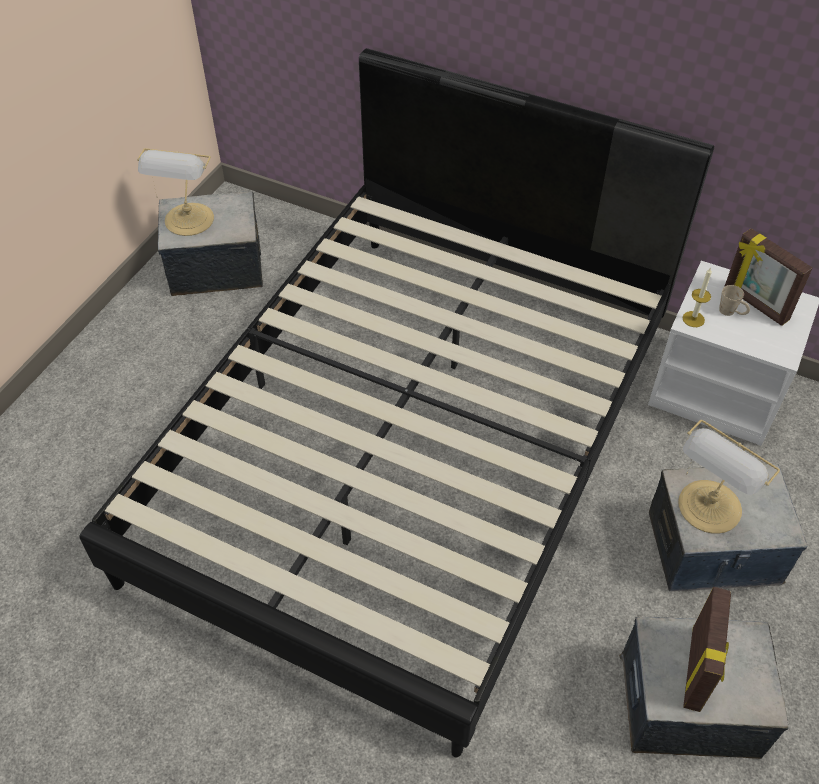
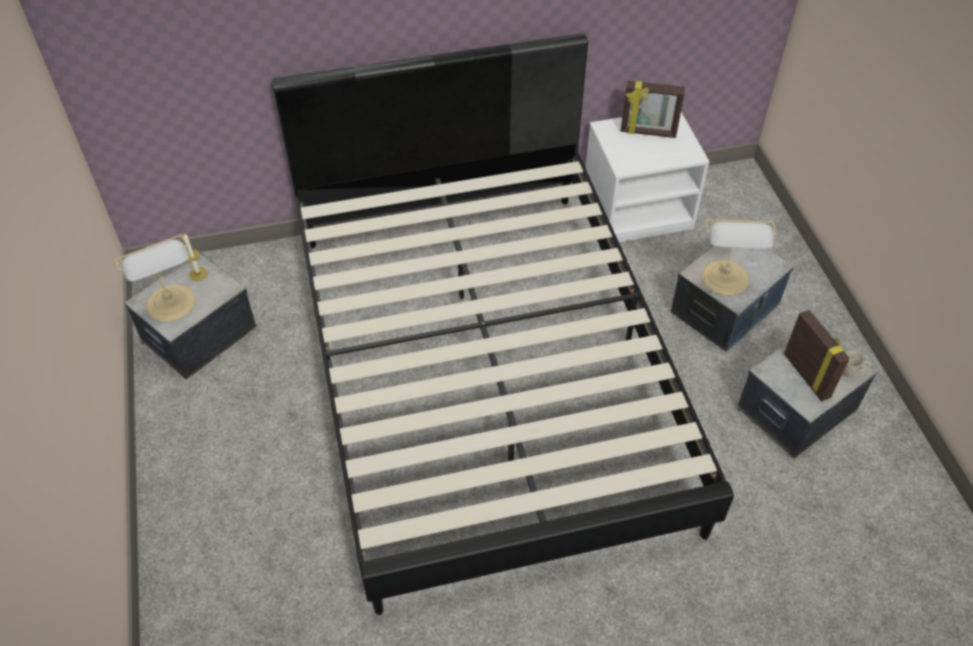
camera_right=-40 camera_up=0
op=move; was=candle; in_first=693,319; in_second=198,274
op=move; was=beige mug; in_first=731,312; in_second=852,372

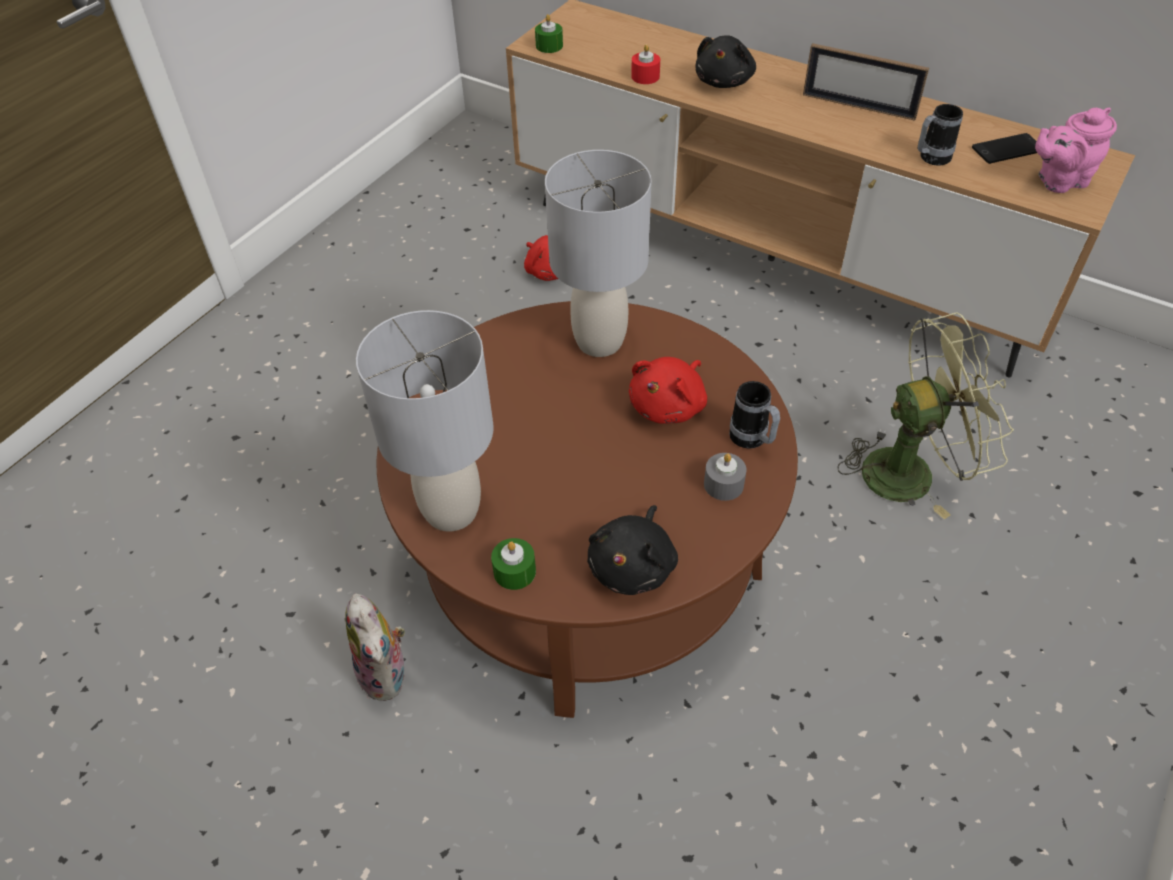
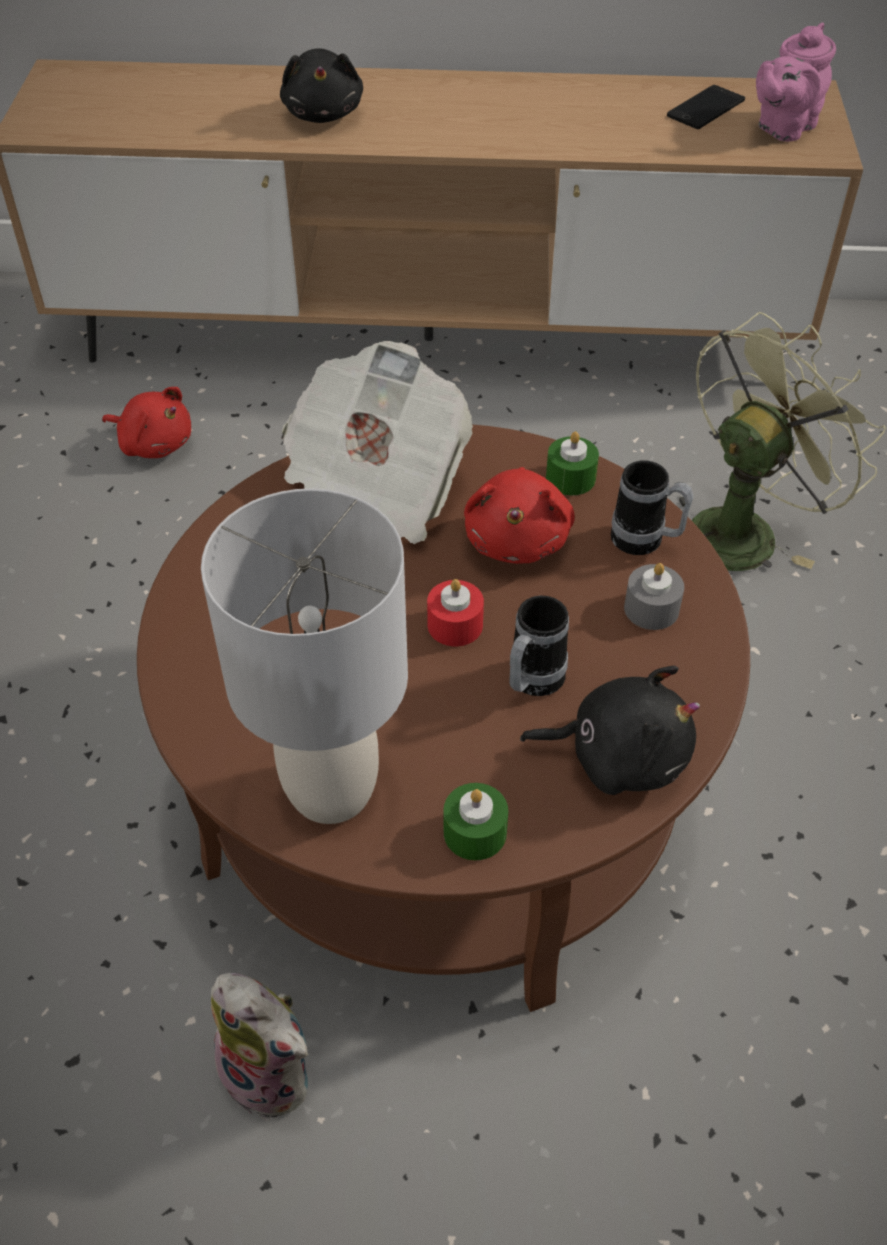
camera_right=-30 camera_up=0
op=move; was=green candle; in_first=549,46; in_second=570,478
op=replace; was=grey table lamp; now=newspaper; in_first=599,342; in_second=371,492
op=rotate; was=black plush toy; in_first=633,566; in_second=618,755; clockwise=-75
op=move; was=red candle; in_first=645,76; in_second=455,625
op=delete; was=picture frame; in_first=858,106
op=move; was=mug; in_first=930,159; in_second=531,683

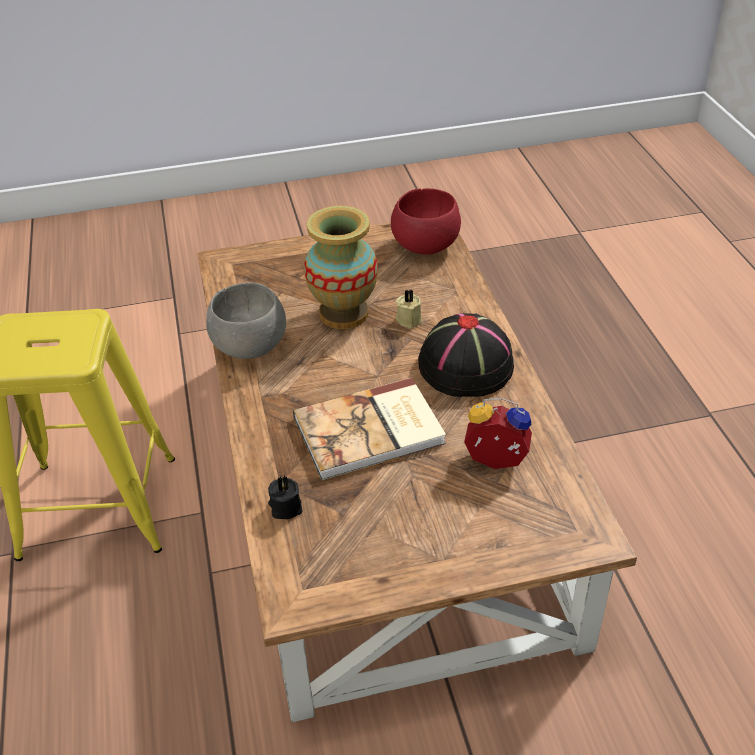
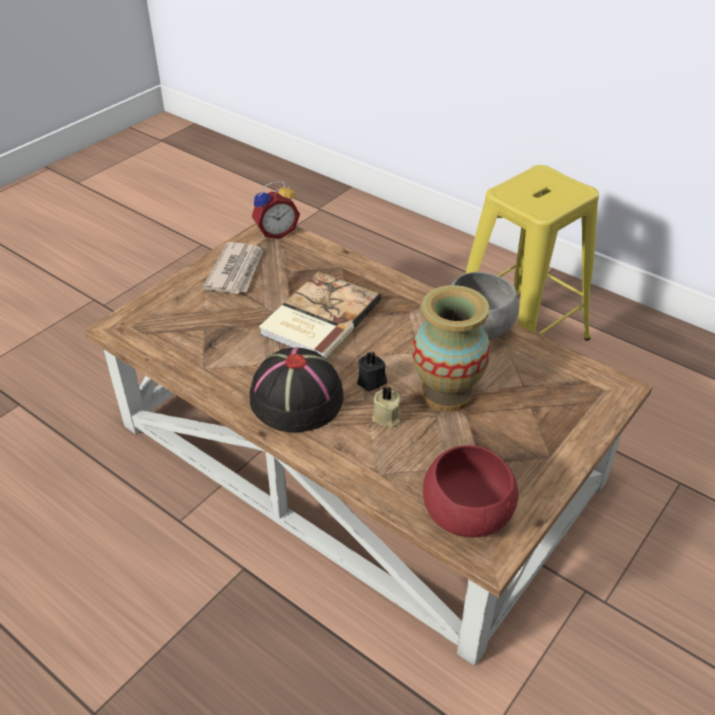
camera_right=140 camera_up=0
op=move; was=black candle; in_first=285,507; in_second=372,381
op=move; was=alarm clock; in_first=495,463; in_second=276,232
op=insert; now=newspaper; in_second=236,271

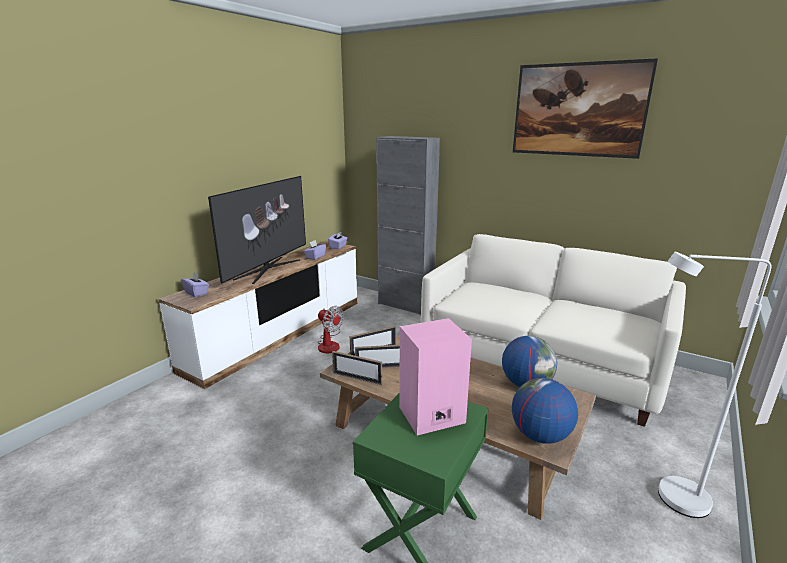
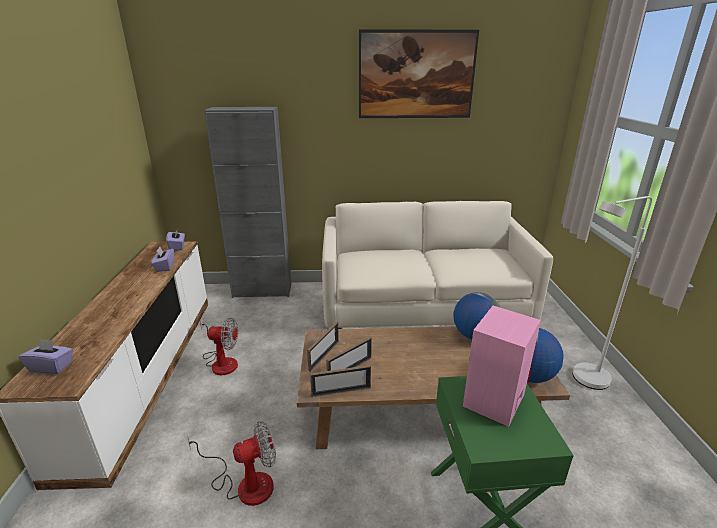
camera_right=-35 camera_up=5
op=delete; was=television; in_first=268,269
op=insert; now=fan; in_second=245,483

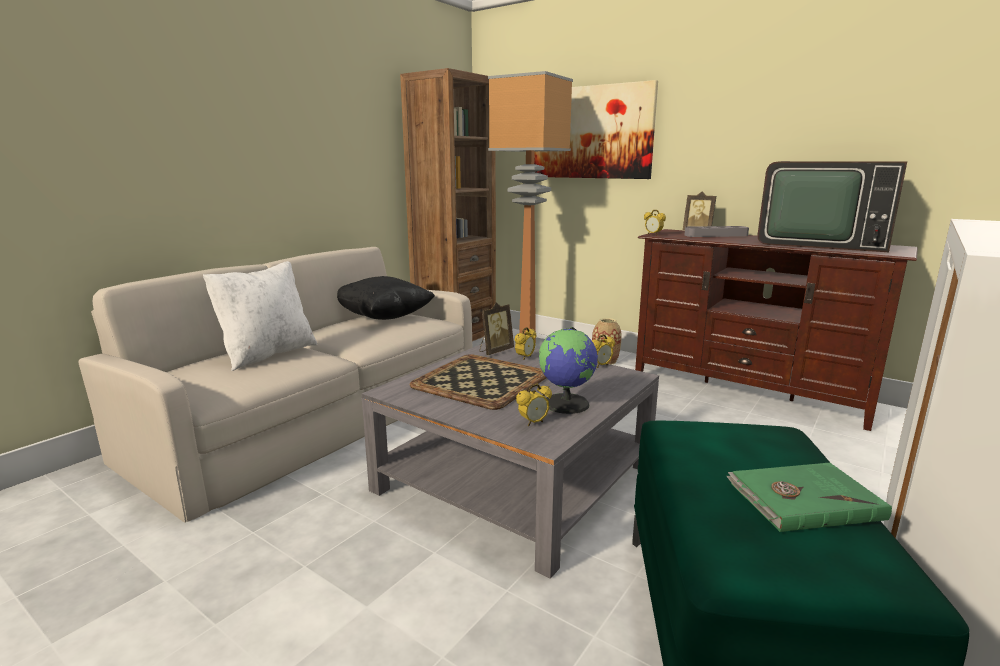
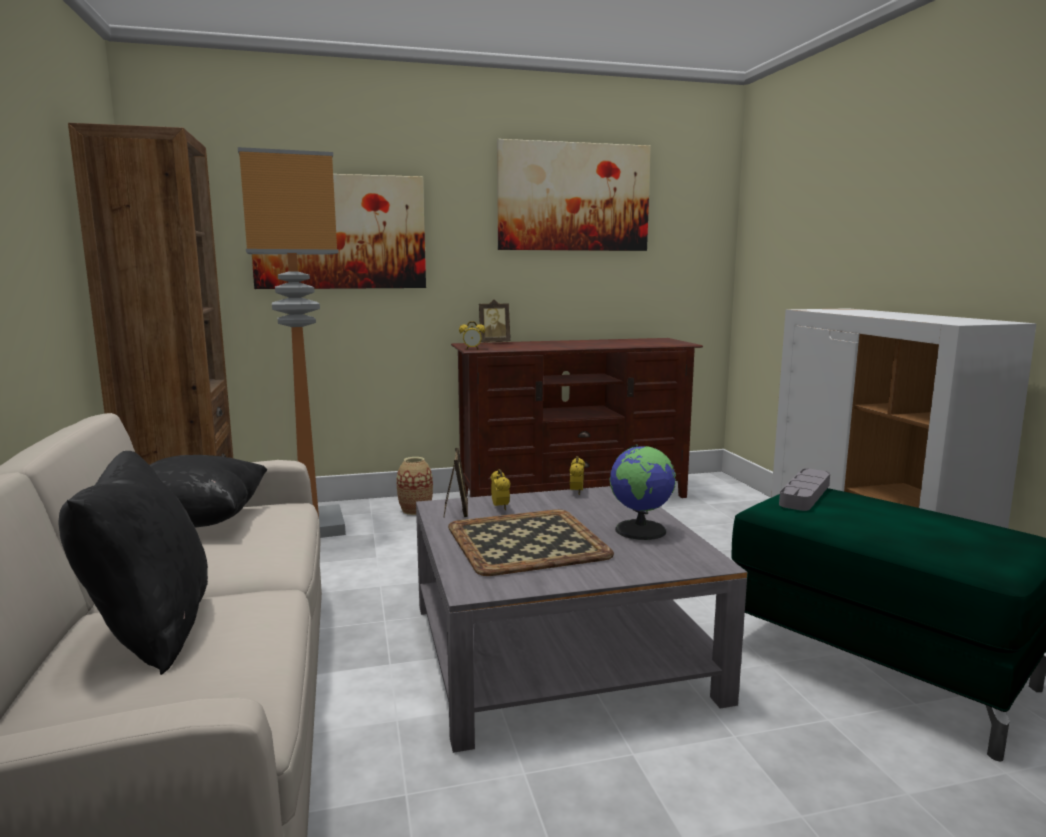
camera_right=-50 camera_up=-5
op=recolor; was=white pillow; now=black pillow; in_first=267,354; in_second=150,630
op=delete; was=alarm clock; in_first=533,423
op=move; was=grey tray; in_first=716,235; in_second=805,494
op=delete; was=green book; in_first=802,500
op=delete; was=television; in_first=818,244
op=insert; now=picture; in_second=573,197

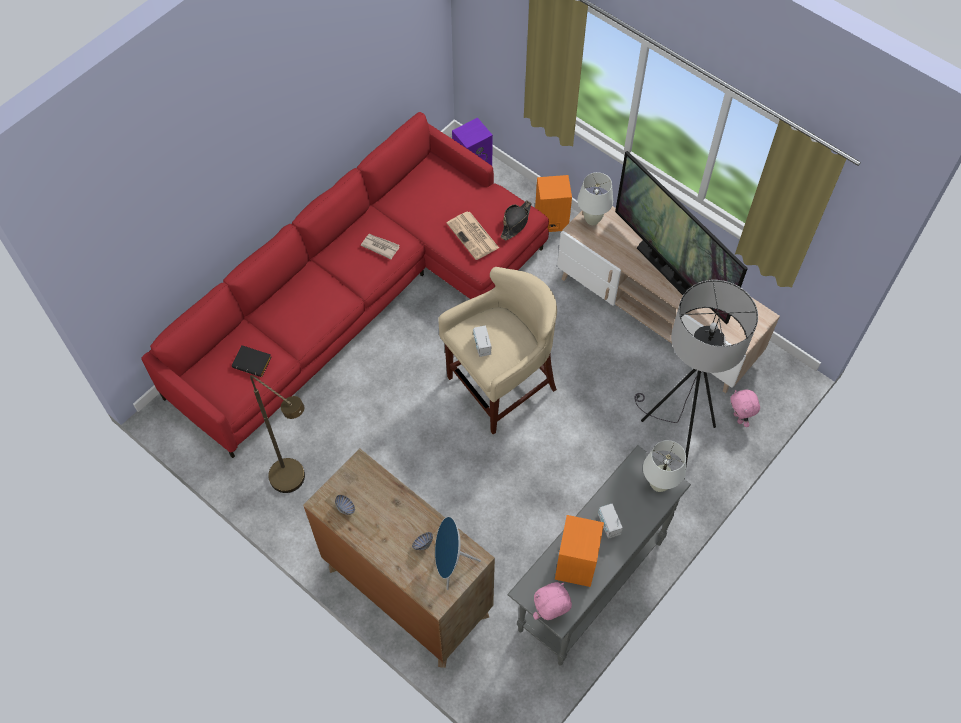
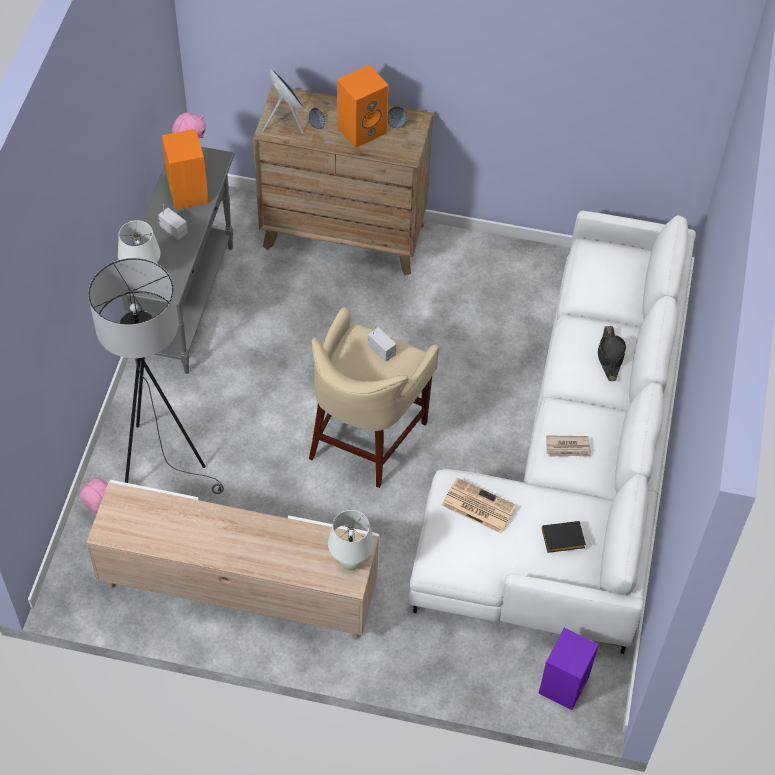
camera_right=150 camera_up=-5
op=recolor; was=red sofa; now=white sofa; in_first=360,297; in_second=573,463
op=move; was=black book; in_first=253,362; in_second=562,540
op=delete; was=brown floor lamp; in_first=295,481
op=move; was=black hat; in_first=516,222; in_second=610,356
op=move; was=orange speaker; in_first=550,221; in_second=362,129
op=delete; was=television; in_first=670,271

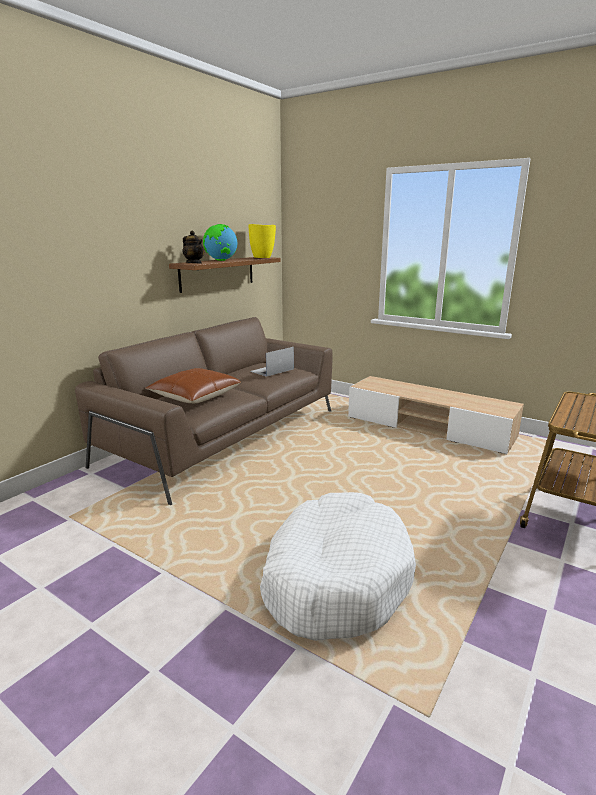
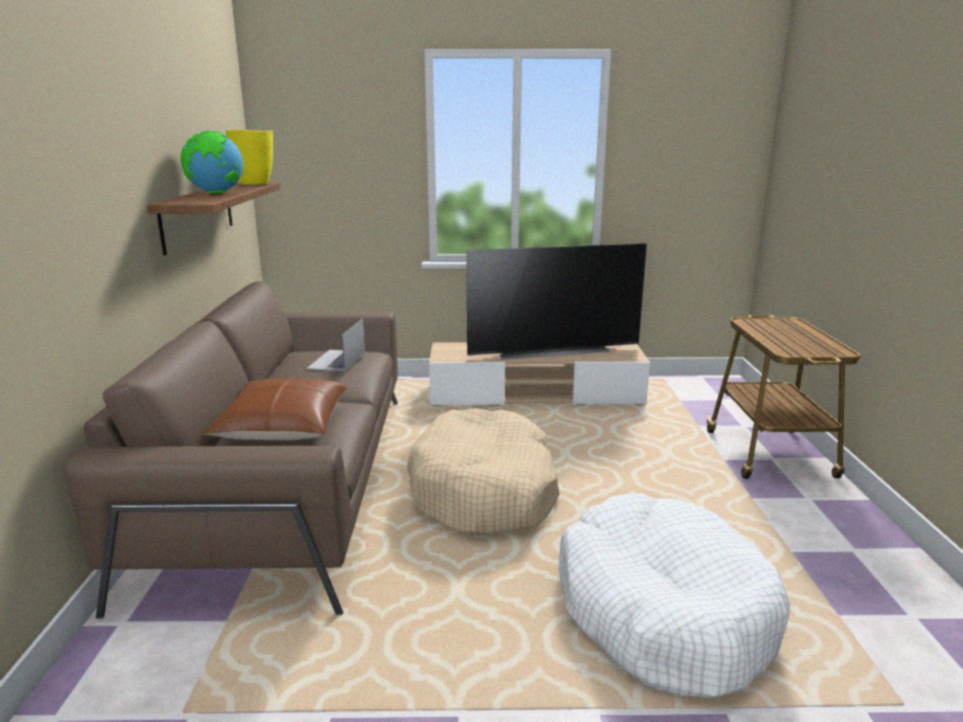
camera_right=-35 camera_up=0
op=delete; was=teapot; in_first=194,263
op=insert; now=beige dog bed; in_second=485,491
op=insert; now=television; in_second=552,351

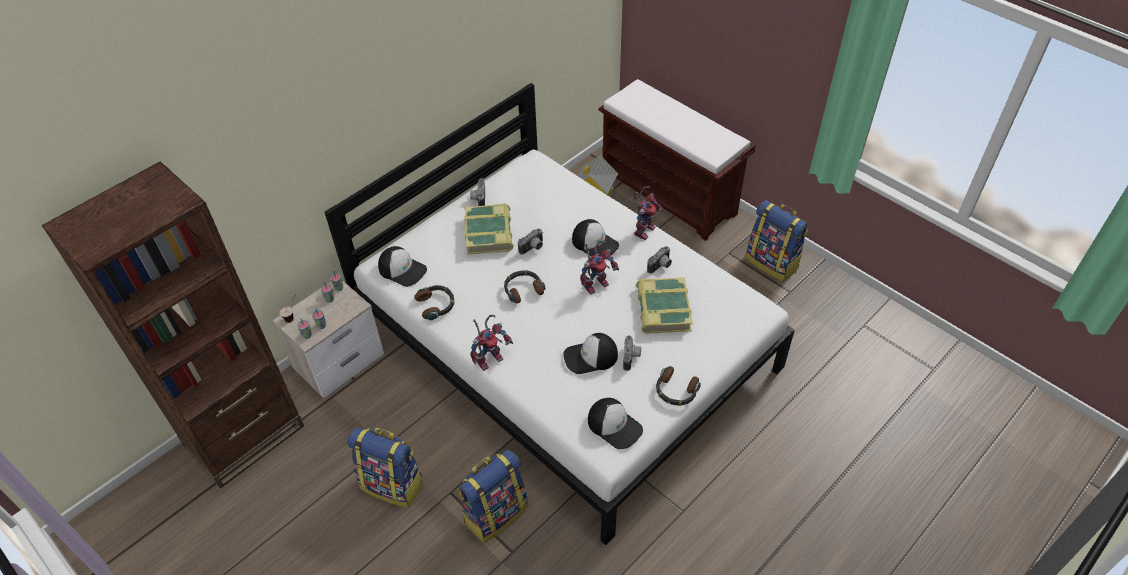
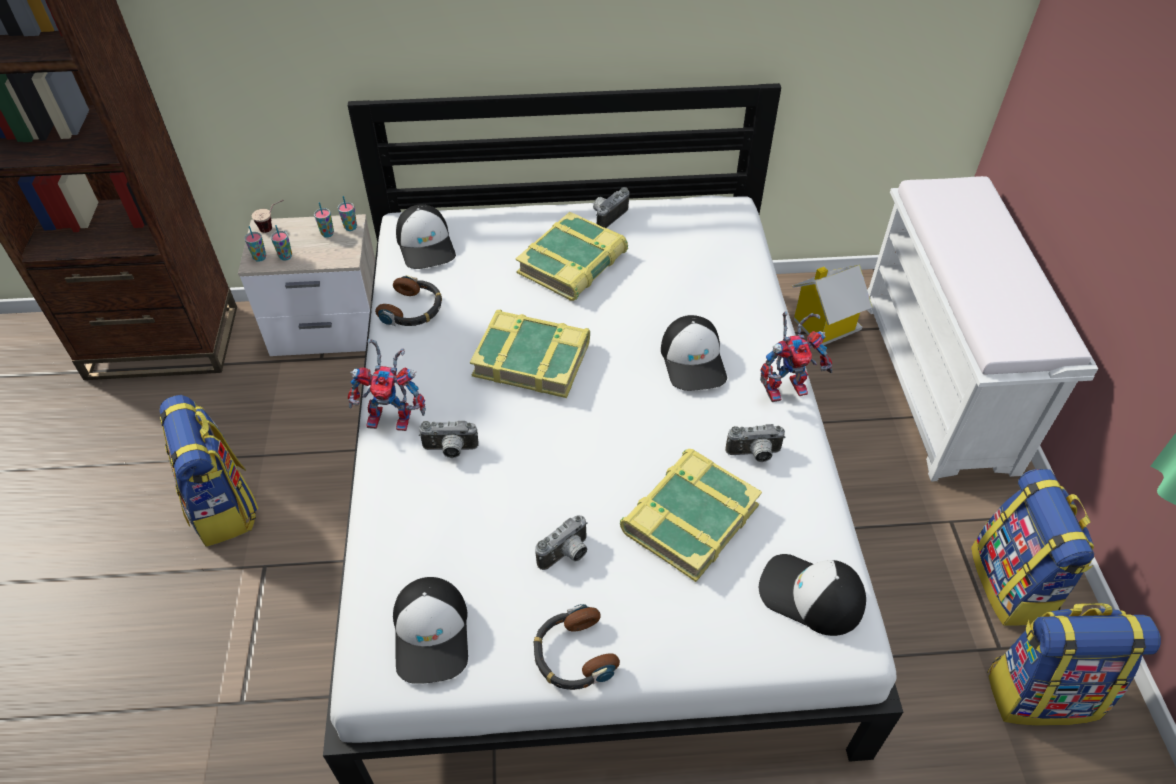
camera_right=40 camera_up=0
op=move; was=backpack; in_first=495,513; in_second=1042,692
op=replace; was=headphones; now=book; in_first=523,289; in_second=532,358
op=move; was=photo camera; in_first=533,248; in_second=450,450
op=move; was=cap; in_first=590,357; in_second=810,595
op=delete; was=toy robot; in_first=596,283
op=recolor; was=brown bench; now=white bench; in_first=669,194; in_second=938,384

